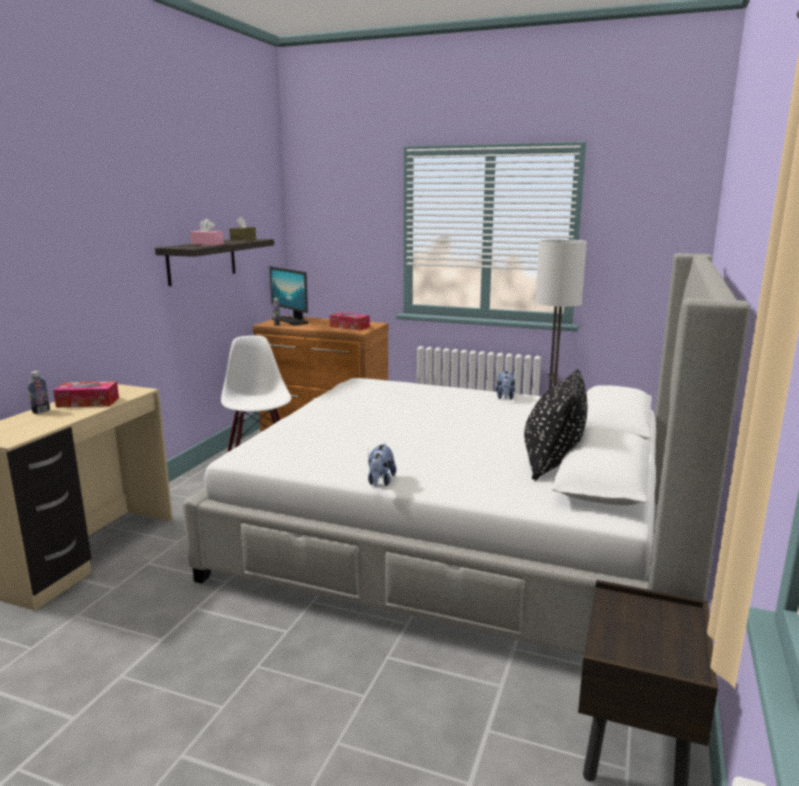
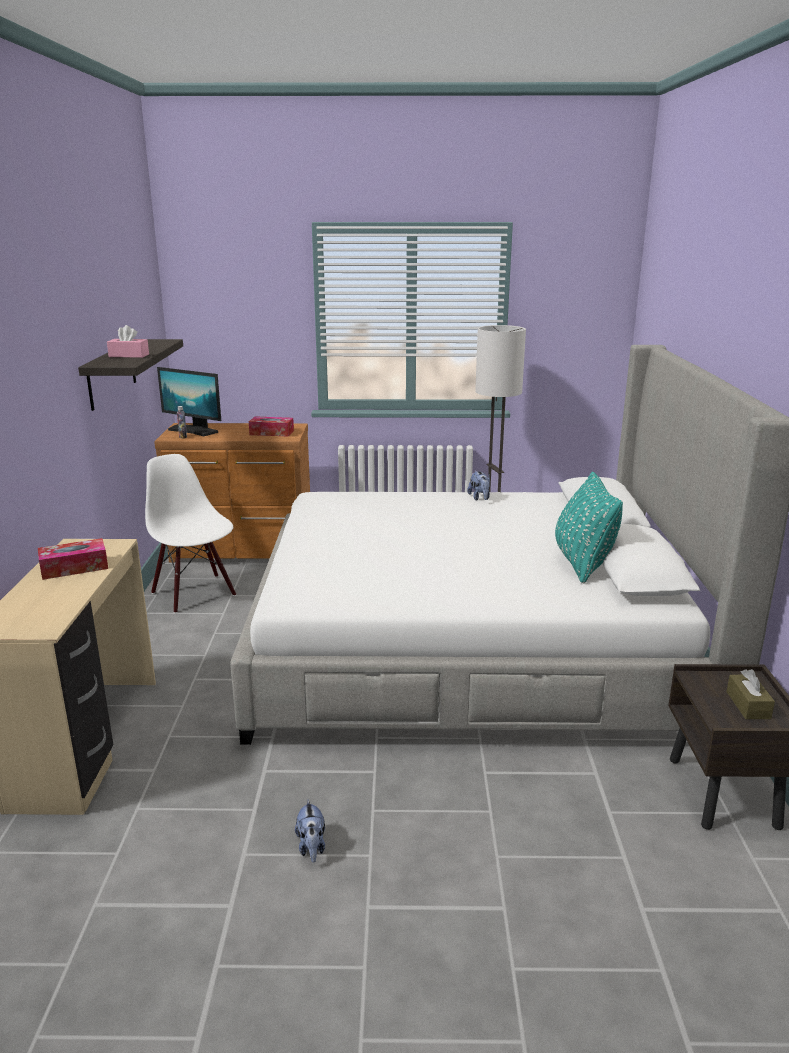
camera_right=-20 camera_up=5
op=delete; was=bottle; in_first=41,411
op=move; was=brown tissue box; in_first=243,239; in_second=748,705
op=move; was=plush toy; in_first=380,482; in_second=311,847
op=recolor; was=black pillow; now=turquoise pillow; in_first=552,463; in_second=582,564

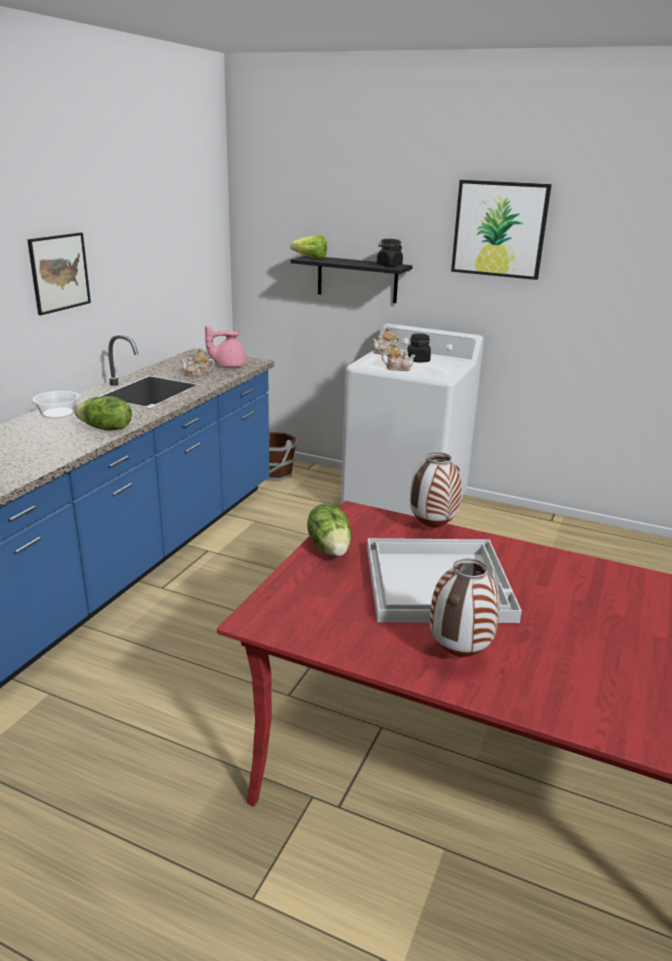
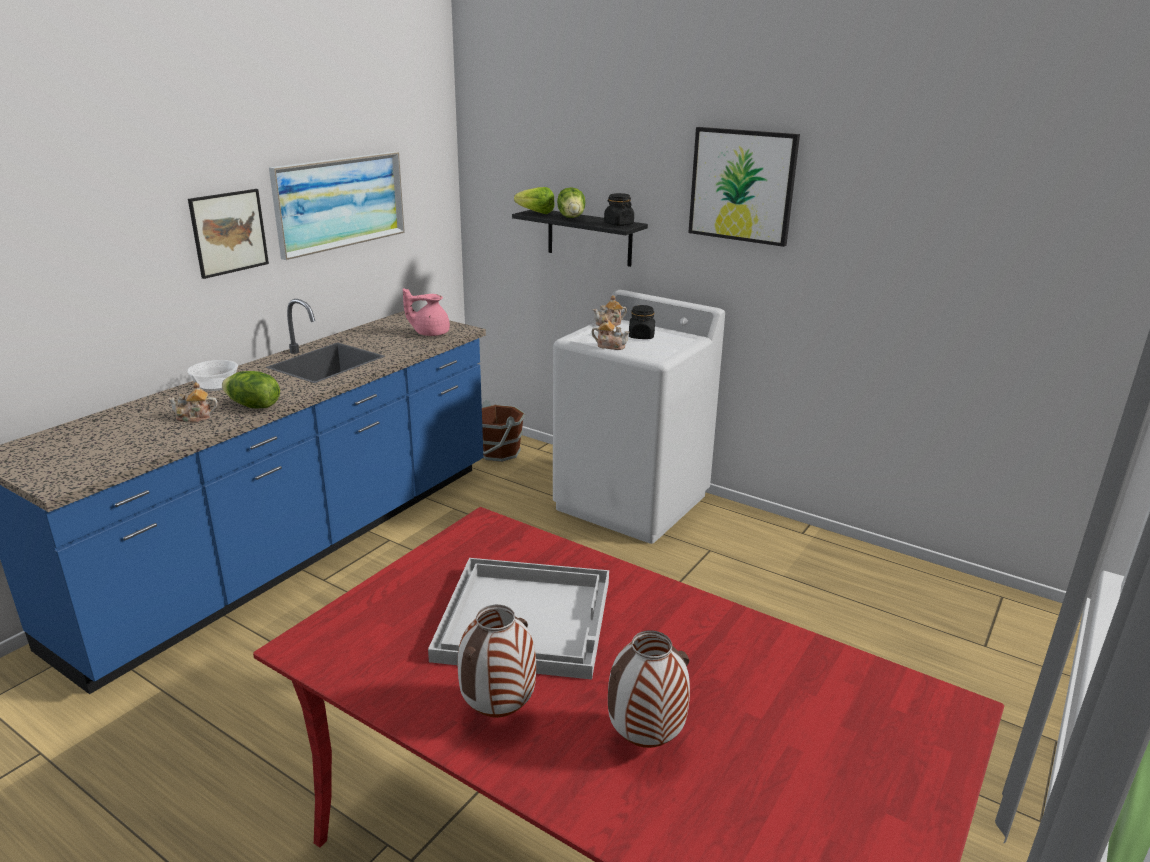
camera_right=10 camera_up=0
op=move; was=teapot; in_first=197,374; in_second=195,418
op=move; was=lettuce; in_first=330,548; in_second=572,217
op=move; was=vase; in_first=432,527; in_second=644,742
op=insert; now=picture; in_second=340,202

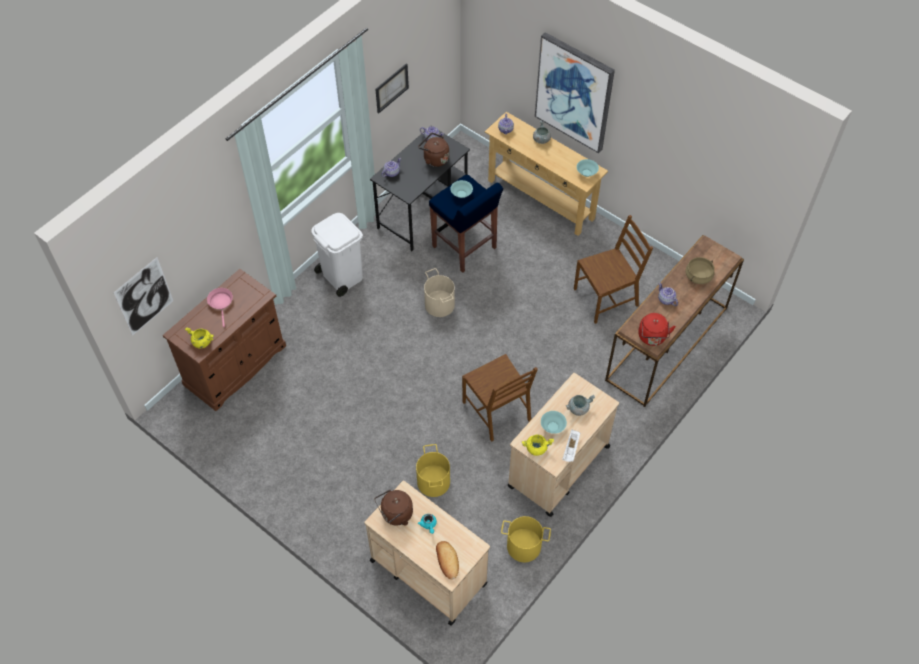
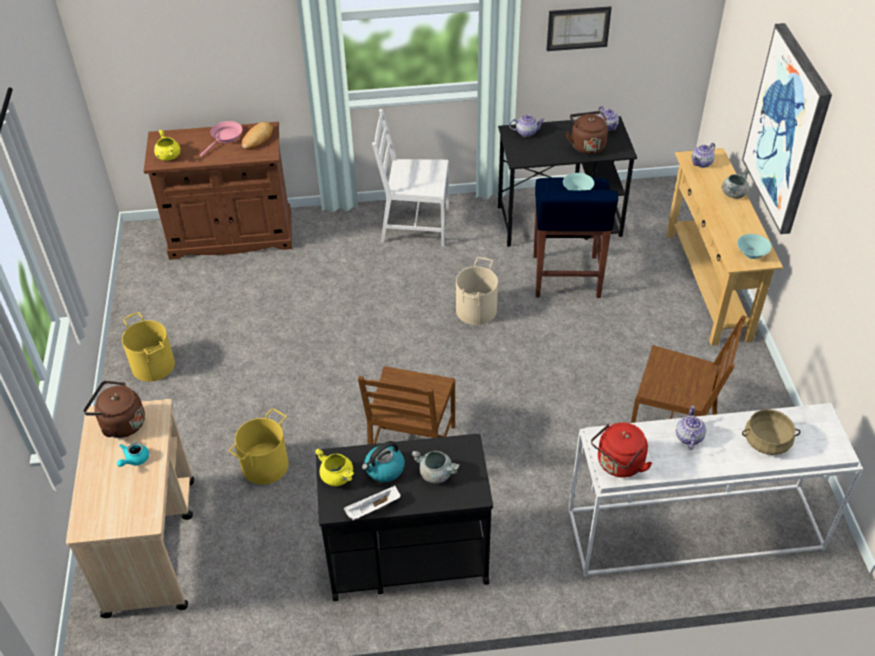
camera_right=45 camera_up=-10
op=delete; was=picture; in_first=144,296
op=replace; was=white trash can; now=white chair; in_first=341,276; in_second=414,225
op=move; was=bread; in_first=447,561; in_second=258,138
op=move; was=yellow bucket; in_first=523,546; in_second=152,365
op=recolor; was=beige cart; now=black cart; in_first=558,467; in_second=406,557
op=replace; was=turquoise bowl; now=kettle; in_first=553,426; in_second=384,469
op=recolor; was=brown console table; now=white console table; in_first=667,345; in_second=693,532

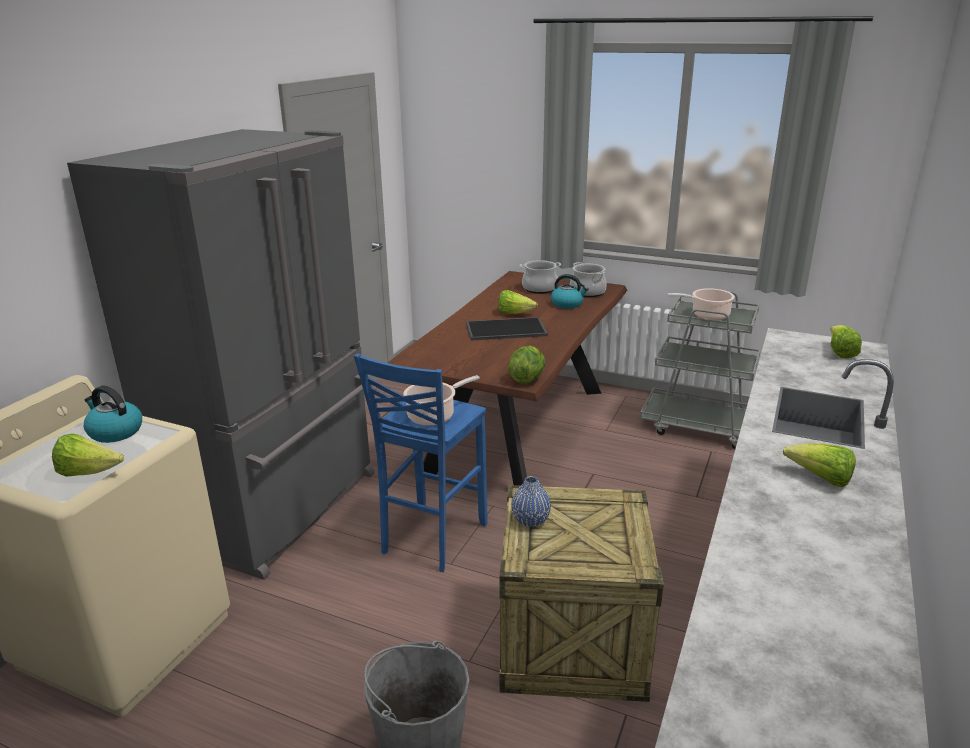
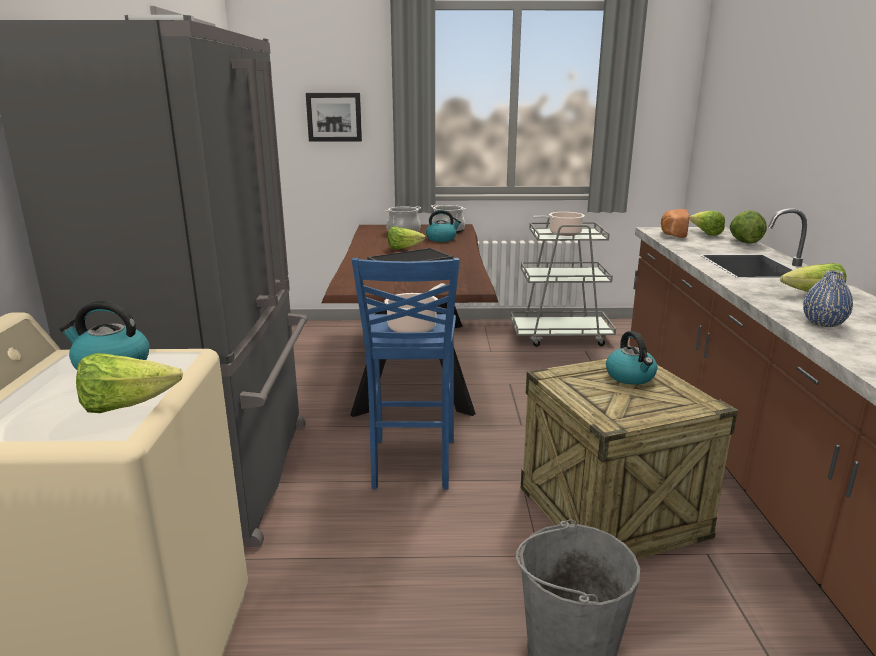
camera_right=-25 camera_up=-5
op=move; was=lettuce; in_first=527,379; in_second=744,242
op=move; was=blue vase; in_first=530,520; in_second=823,323
op=insert; now=picture; in_second=334,117
op=insert; now=kettle; in_second=631,377
op=insert; now=bread; in_second=672,234

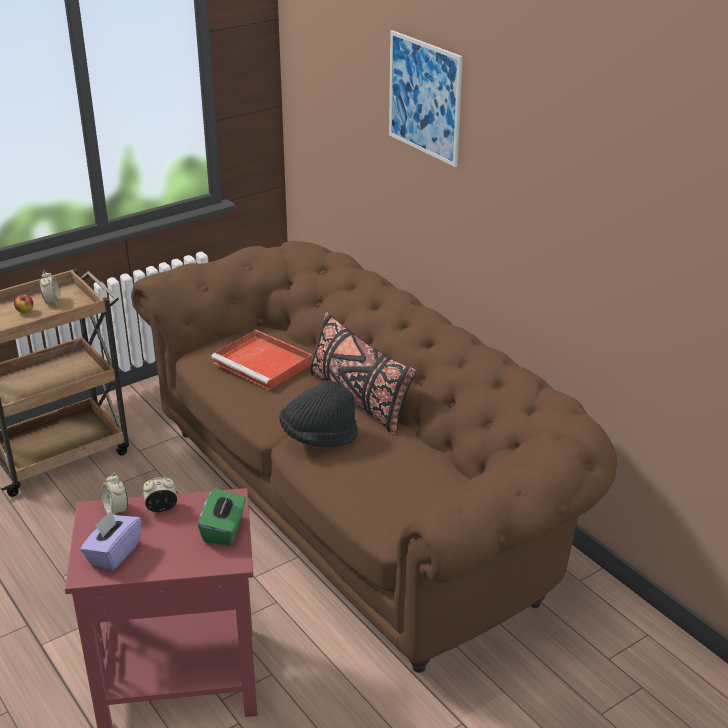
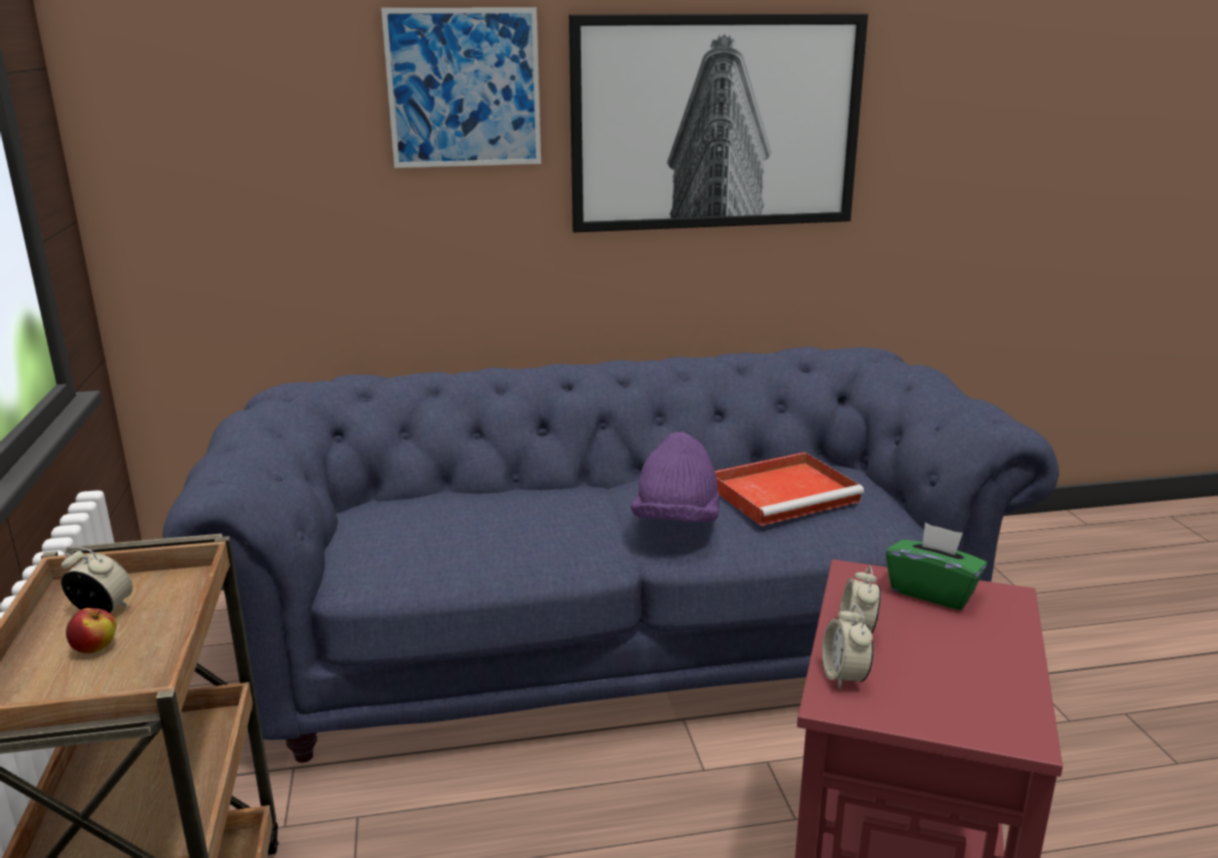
camera_right=-65 camera_up=-10
op=delete; was=purple tissue box; in_first=113,554
op=rotate; was=alarm clock; in_first=116,510; in_second=844,676; clockwise=90
op=recolor; was=brown sofa; now=blue sofa; in_first=362,503; in_second=610,641
op=move; was=red tray; in_first=264,363; in_second=785,493
op=recolor; was=black hat; now=purple hat; in_first=318,437; in_second=676,522
op=delete; was=black pillow; in_first=359,399
op=insert; now=picture; in_second=716,123

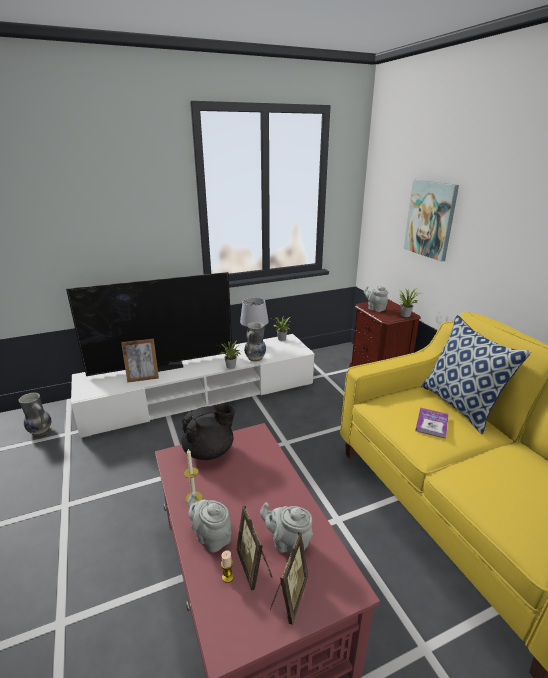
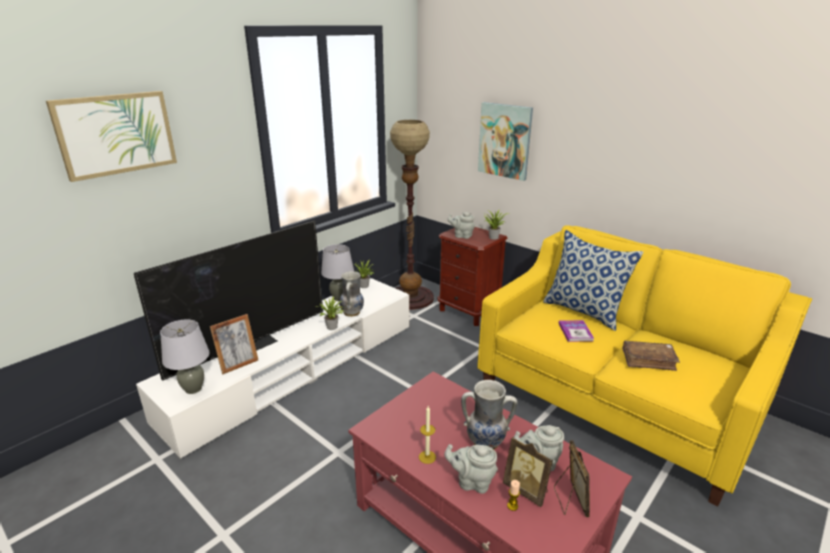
camera_right=-25 camera_up=0
op=move; was=vase; in_first=40,431; in_second=485,443
op=delete; was=black teapot; in_first=210,451
op=insert; now=picture; in_second=116,134
op=insert; now=grey table lamp; in_second=193,389
op=insert; now=floor lamp; in_second=410,298
op=insert; now=brown book; in_second=648,360

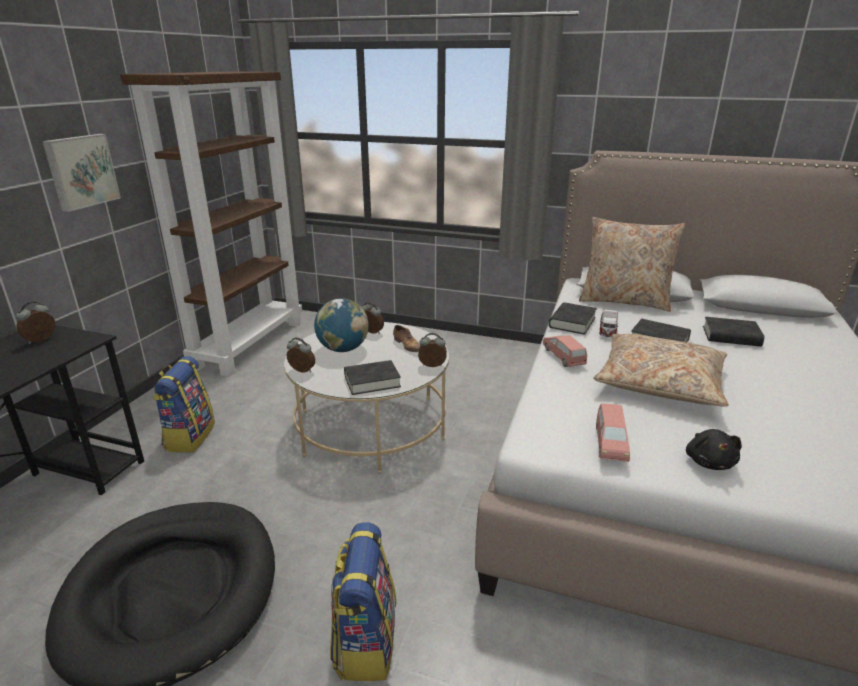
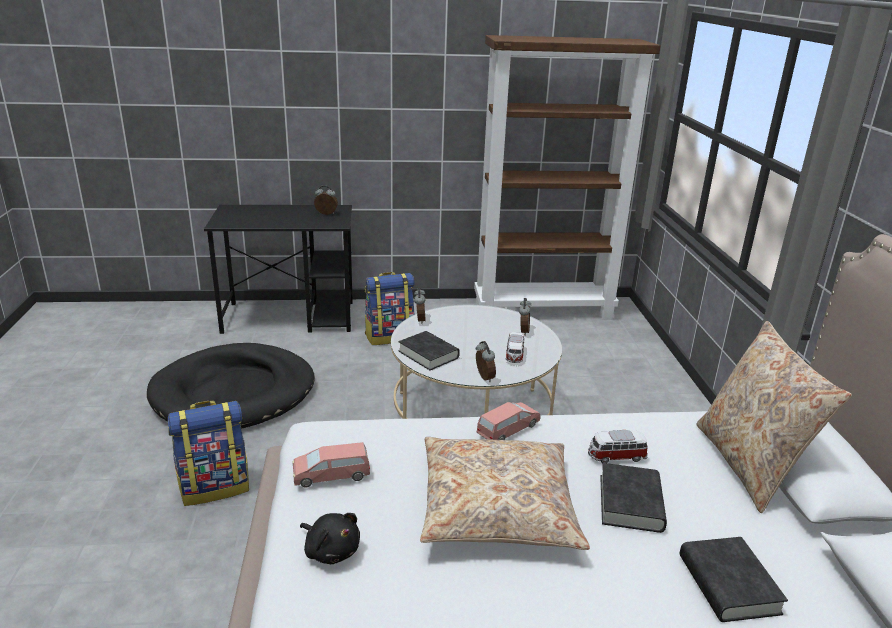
camera_right=65 camera_up=0
op=delete; was=picture; in_first=81,171
op=delete; was=globe; in_first=343,349
op=replace; was=shoe; now=toy car; in_first=407,345; in_second=514,355
op=delete; was=black book; in_first=572,322
op=rotate; was=black plush toy; in_first=709,461; in_second=331,550; clockwise=-120

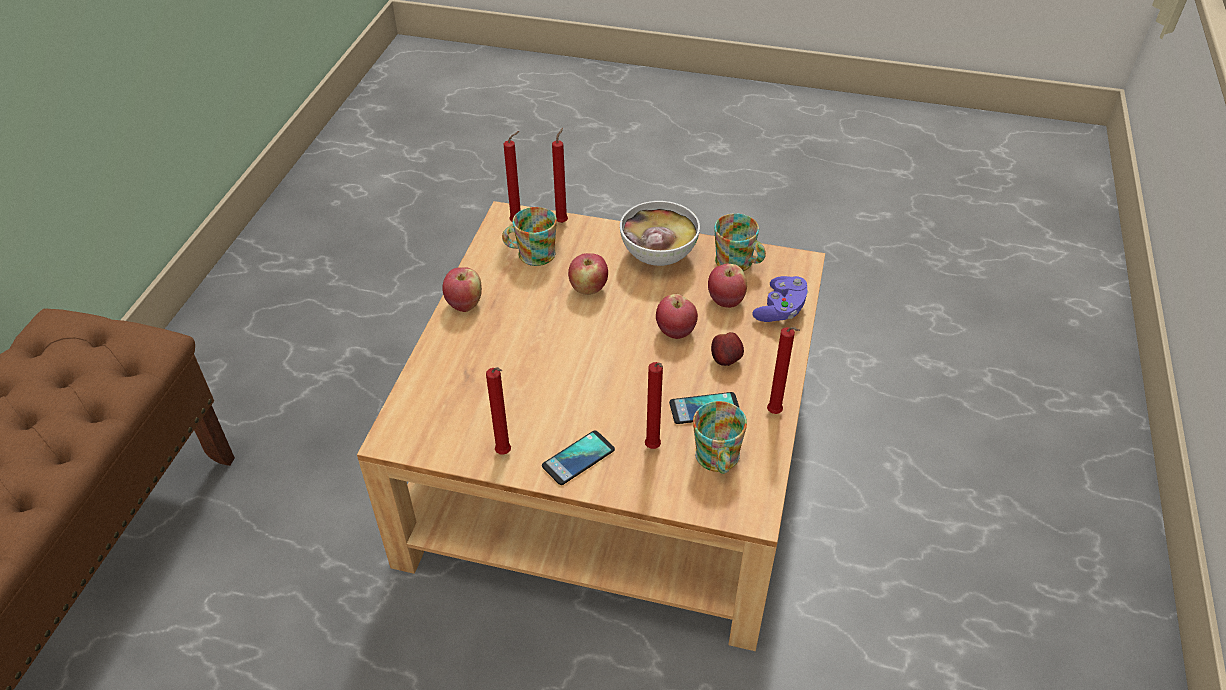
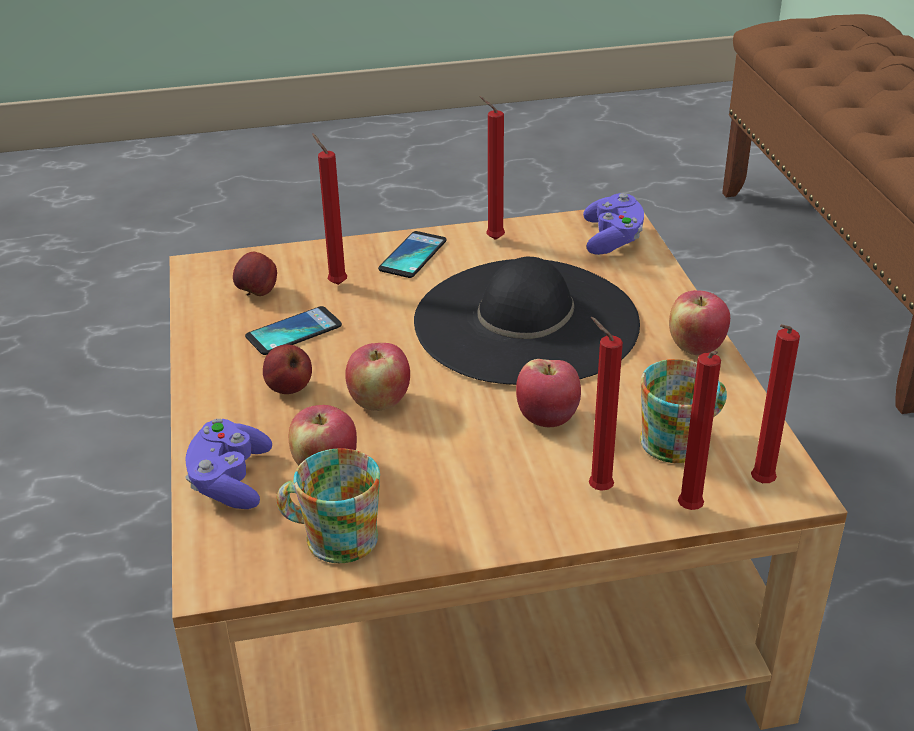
camera_right=155 camera_up=-10
op=delete; was=bowl; in_first=658,255
op=replace; was=mug; now=apple; in_first=717,460; in_second=257,293
op=move; was=red candle; in_first=775,414; in_second=596,488
op=insert; now=black hat; in_second=526,321
op=insert; now=purple game controller; in_second=612,239

